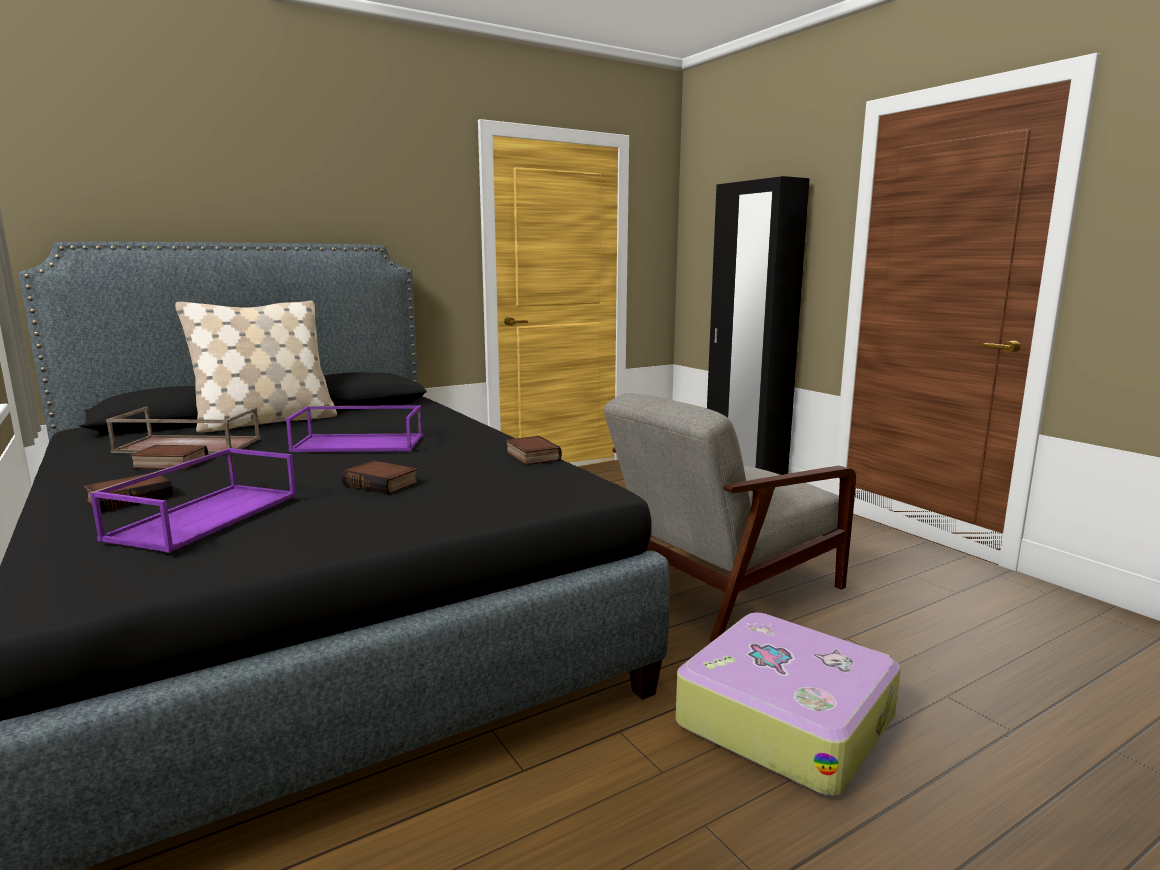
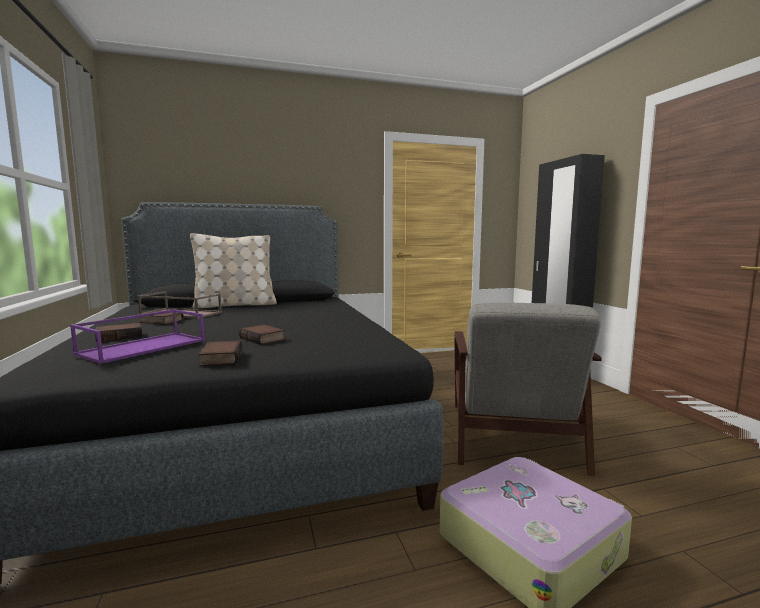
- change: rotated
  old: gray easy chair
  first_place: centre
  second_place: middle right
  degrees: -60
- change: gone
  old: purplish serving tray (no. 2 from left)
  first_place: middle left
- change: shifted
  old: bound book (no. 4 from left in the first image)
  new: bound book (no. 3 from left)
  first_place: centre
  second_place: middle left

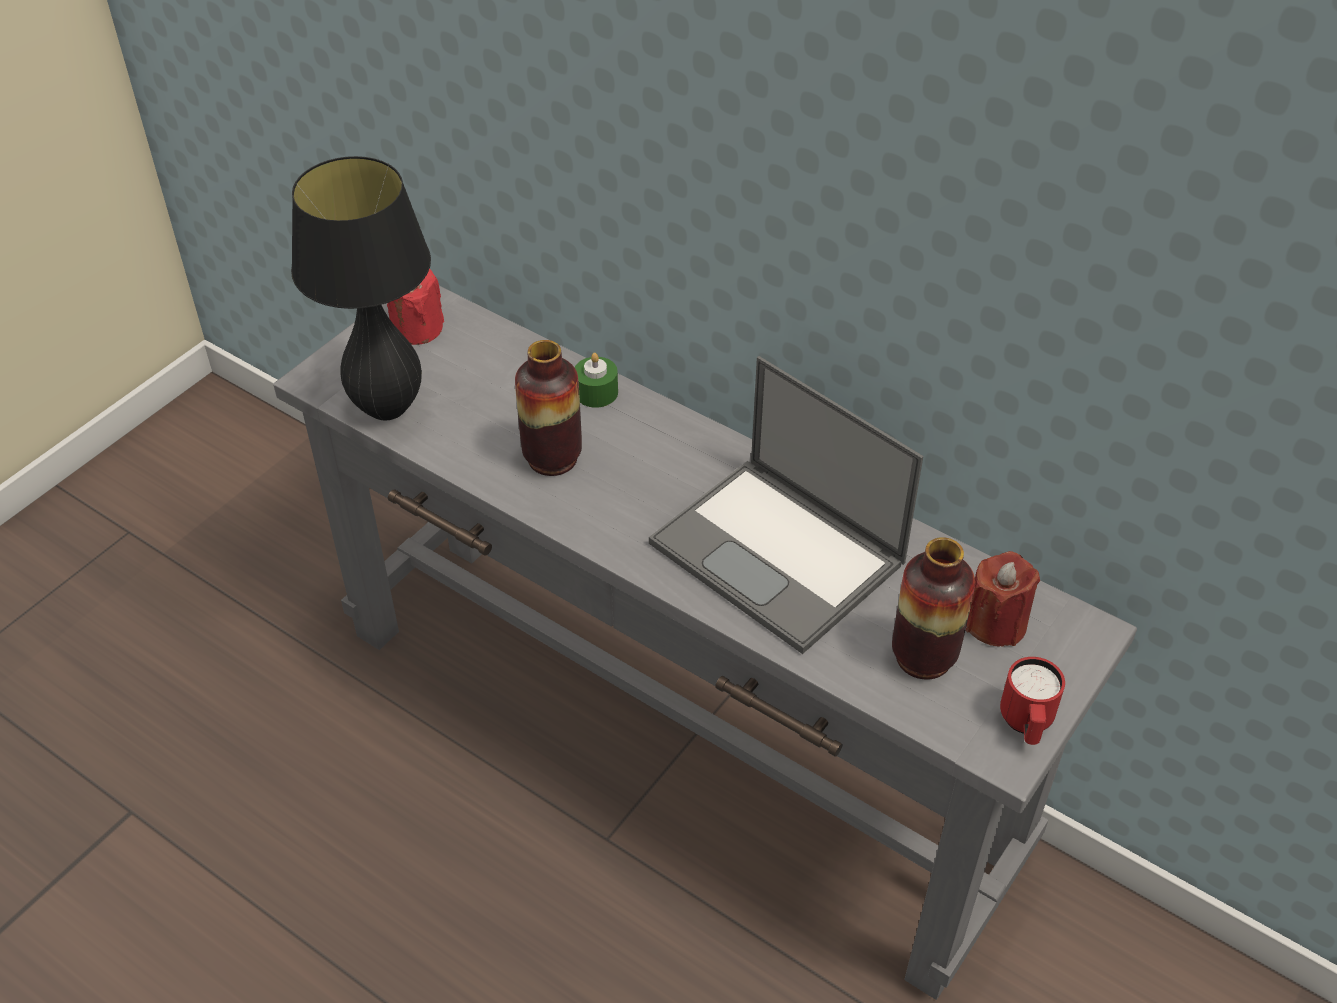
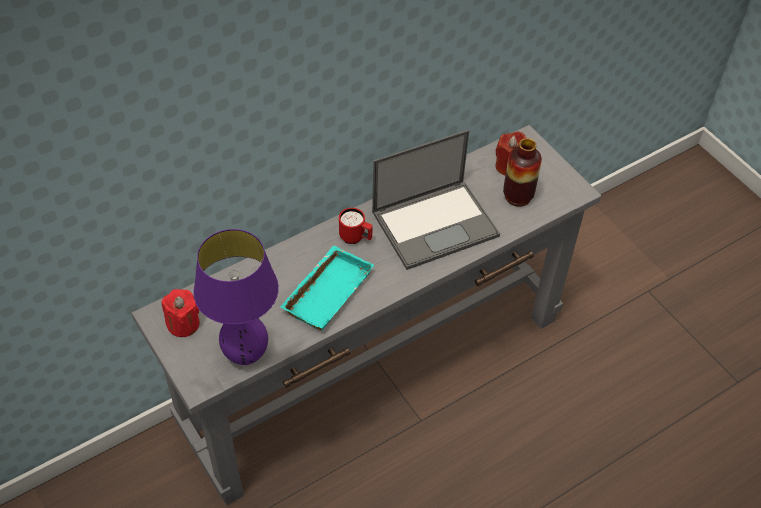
- change: repainted
  old: black-coloured table lamp
  new: purplish table lamp
  first_place: top left
  second_place: middle left
- change: swapped
  old: decorative vase (no. 1 from left)
  new: turquoise-coloured serving tray
  first_place: centre
  second_place: centre
- change: gone
  old: green candle
  first_place: centre
- change: shifted
  old: red tea mug
  first_place: bottom right
  second_place: centre

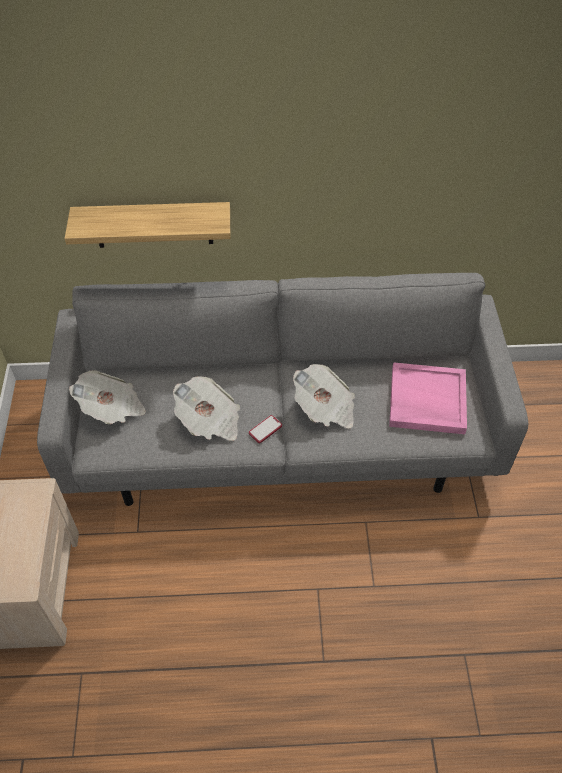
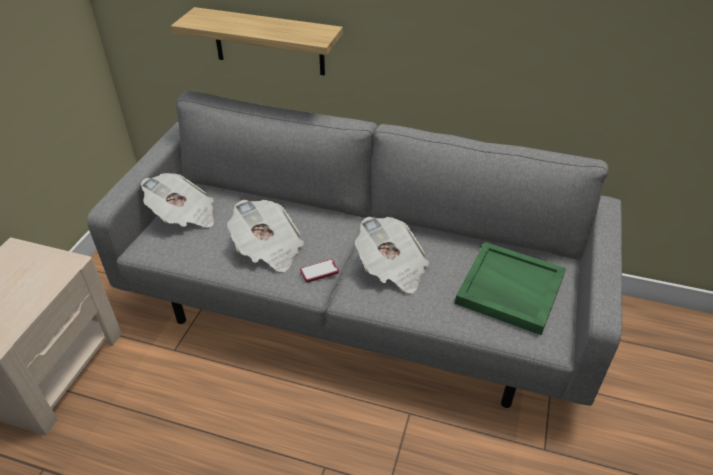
- change: repainted
  old: pink serving tray
  new: green serving tray
  first_place: middle right
  second_place: middle right

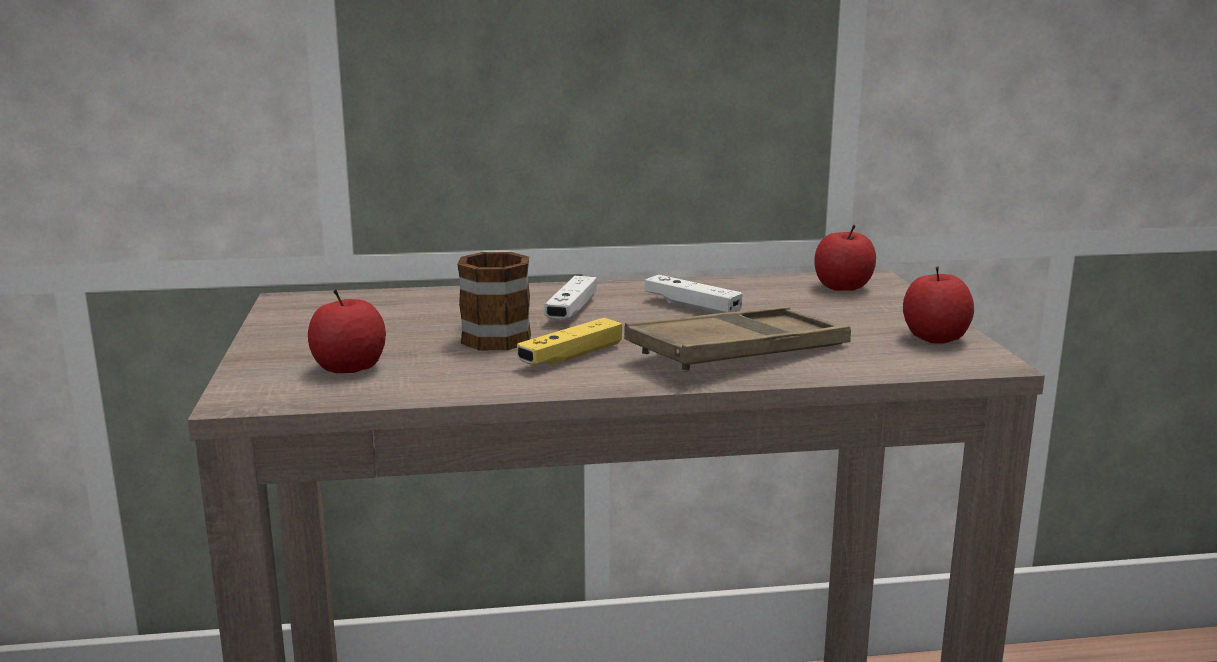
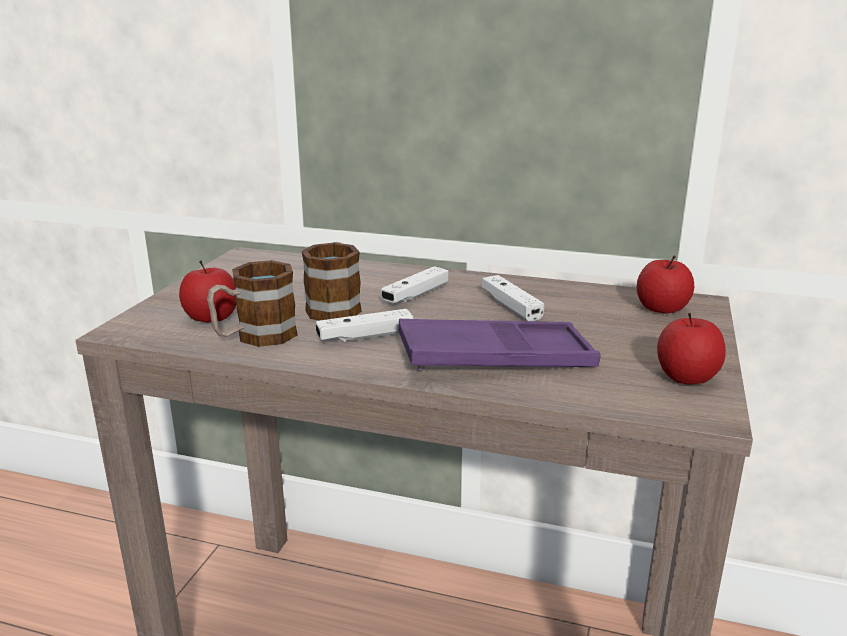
- change: repainted
  old: brown serving tray
  new: purplish serving tray
  first_place: centre
  second_place: centre
- change: repainted
  old: yellow joypad
  new: whitish joypad (no. 1 from left)
  first_place: centre
  second_place: centre
- change: new
  new: tea mug (no. 1 from left)
  second_place: middle left

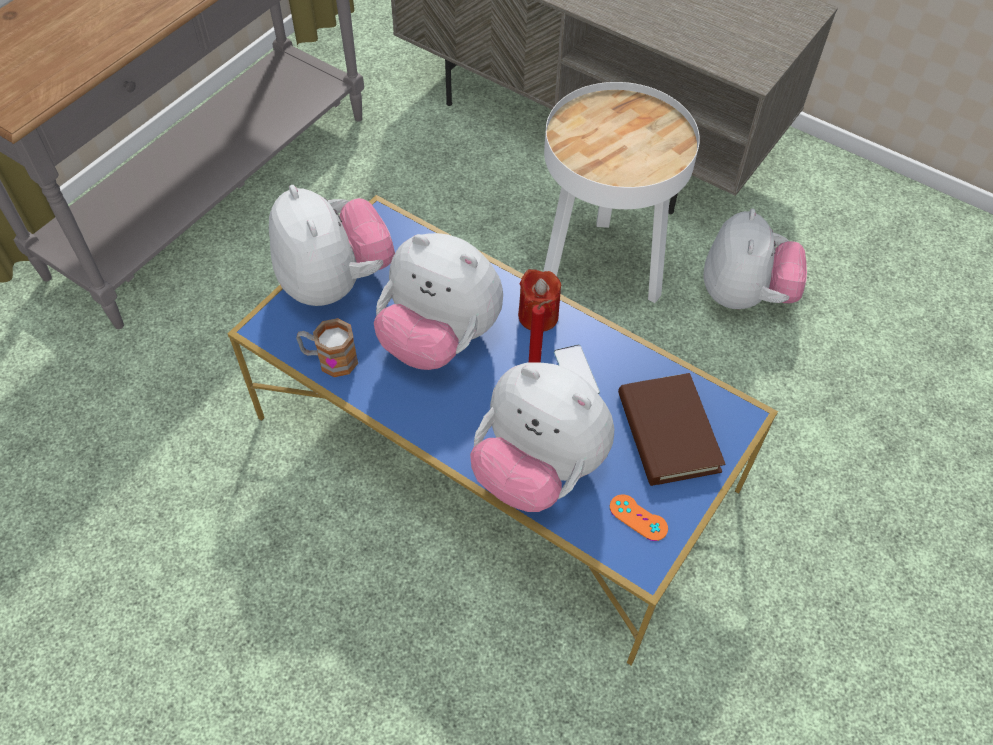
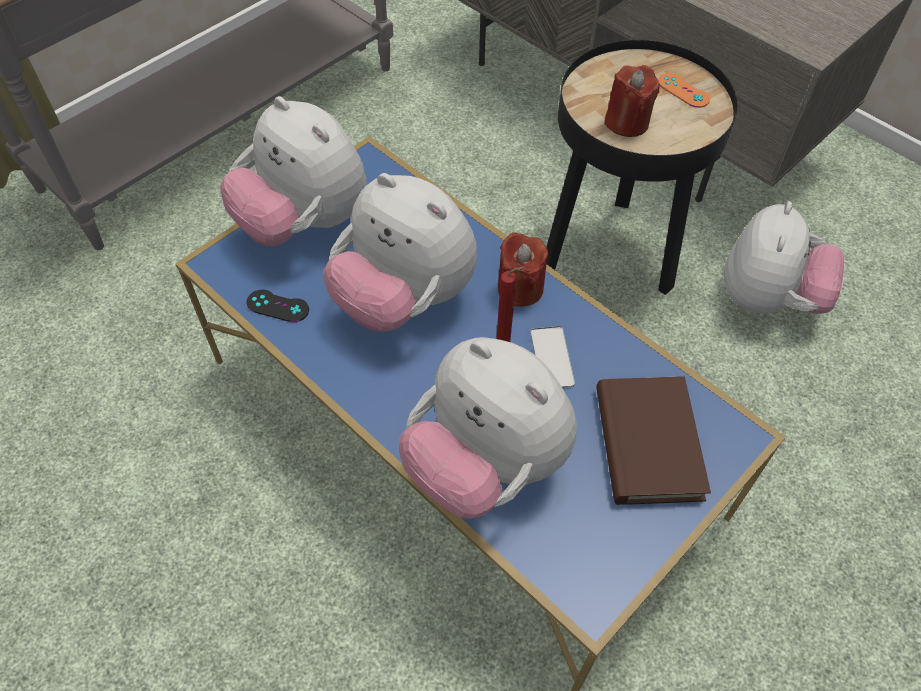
- change: repainted
  old: whitish accent table
  new: black-coloured accent table
  first_place: top centre
  second_place: top right
- change: rotated
  old: soft toy (no. 1 from left)
  first_place: top centre
  second_place: top left
  degrees: 150
- change: swapped
  old: tea mug
  new: black-coloured joypad
  first_place: middle left
  second_place: middle left
- change: shifted
  old: orangey joypad
  first_place: bottom centre
  second_place: top right
- change: new
  new: red candle (no. 3 from left)
  second_place: top right

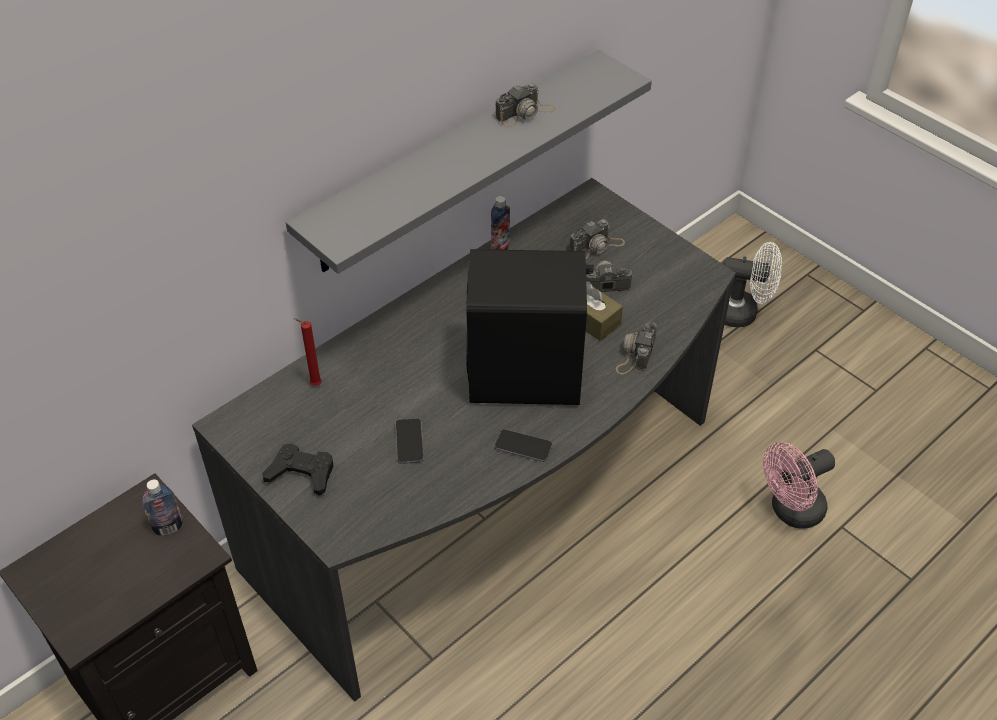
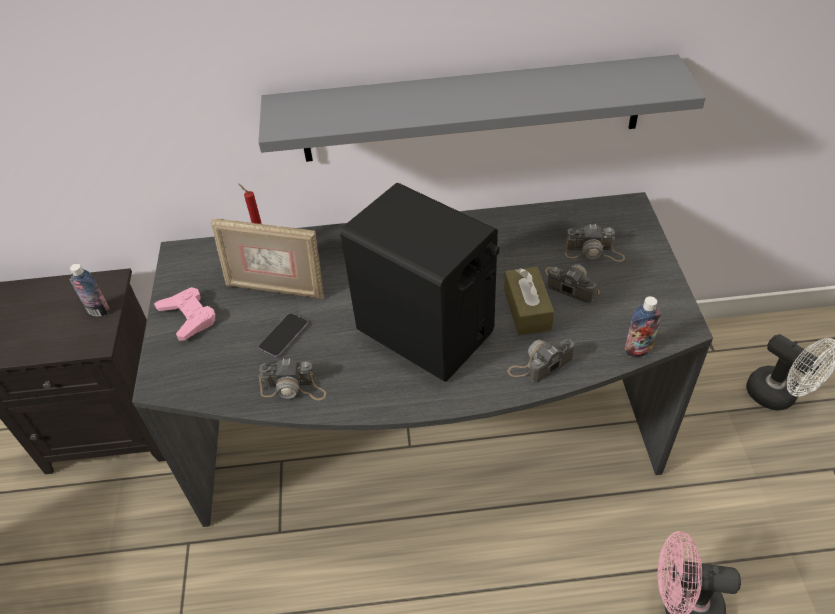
- change: shifted
  old: photo camera (no. 1 from left)
  first_place: top centre
  second_place: centre
- change: shifted
  old: drink bottle (no. 2 from left)
  first_place: top centre
  second_place: middle right
- change: gone
  old: telephone (no. 2 from left)
  first_place: centre
- change: repainted
  old: black-coloured joypad
  new: pink joypad
  first_place: middle left
  second_place: middle left
- change: new
  new: photo frame
  second_place: middle left

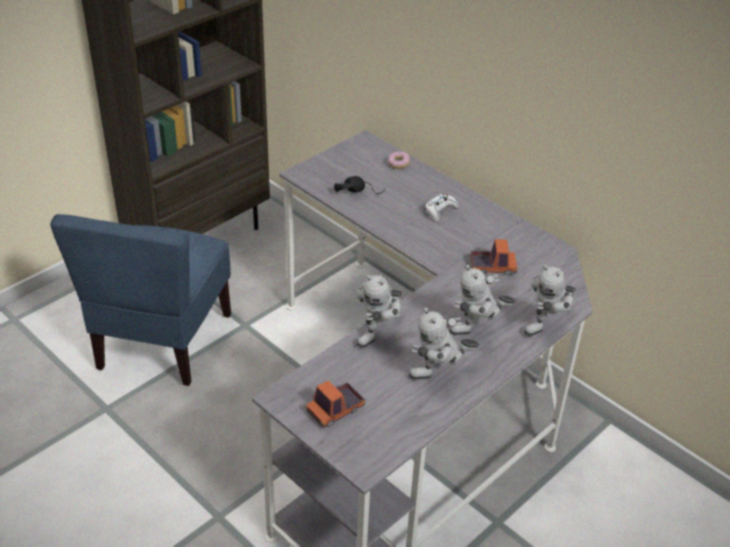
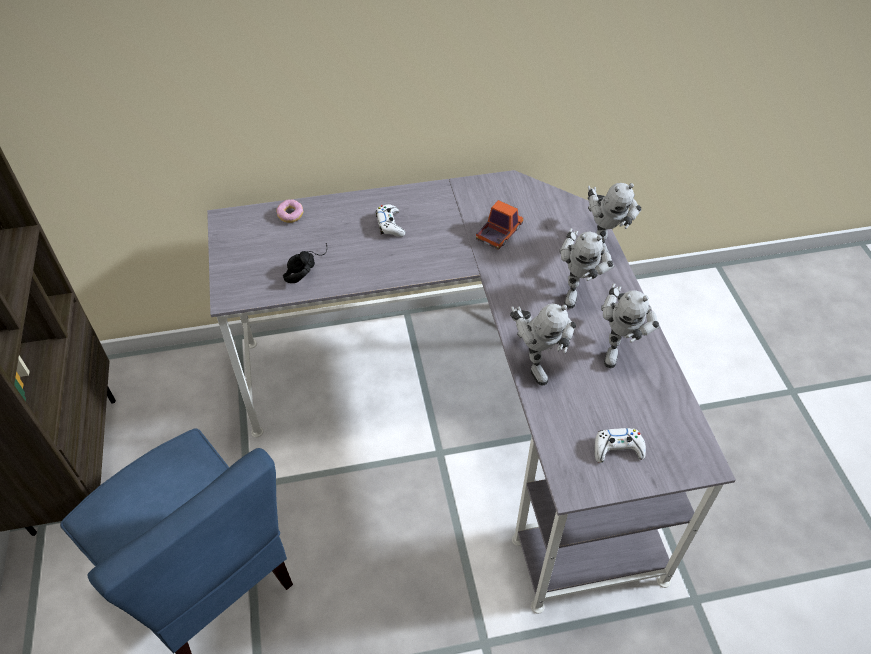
- change: swapped
  old: model truck (no. 1 from left)
  new: whitish joypad (no. 2 from left)
  first_place: bottom centre
  second_place: bottom right

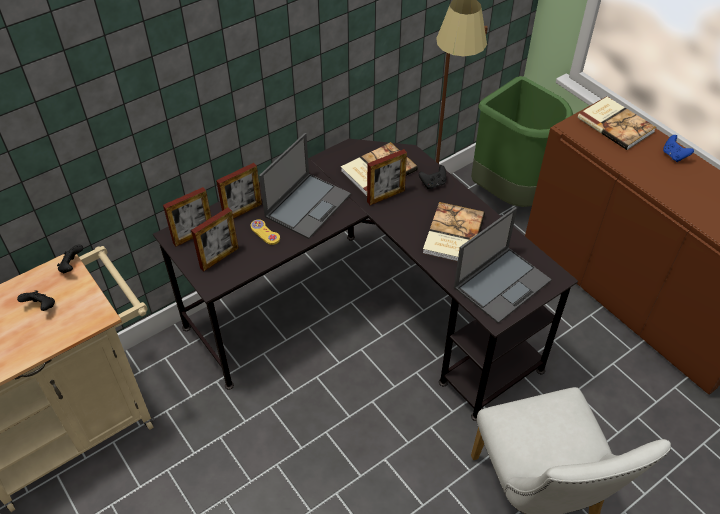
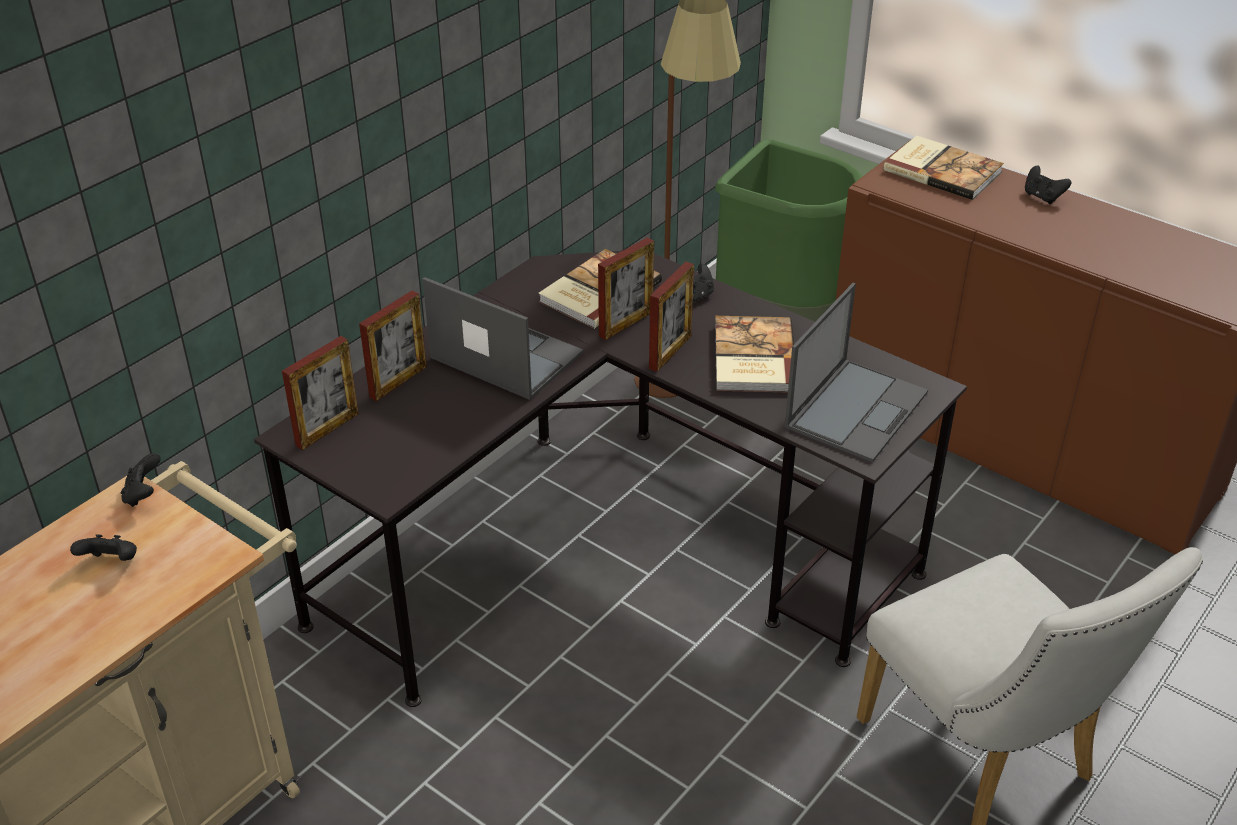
- change: rotated
  old: portable computer (no. 1 from left)
  first_place: centre
  second_place: centre
  degrees: -75
- change: repainted
  old: blue joypad
  new: black-coloured joypad (no. 4 from left)
  first_place: top right
  second_place: top right
- change: shifted
  old: photo frame (no. 2 from left in the first image)
  new: photo frame (no. 4 from left)
  first_place: middle left
  second_place: centre
- change: gone
  old: yellow joypad
  first_place: centre

